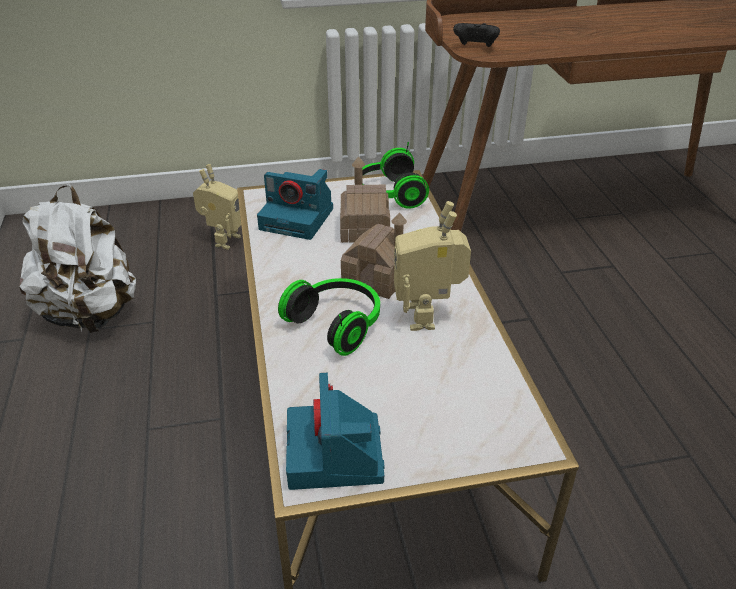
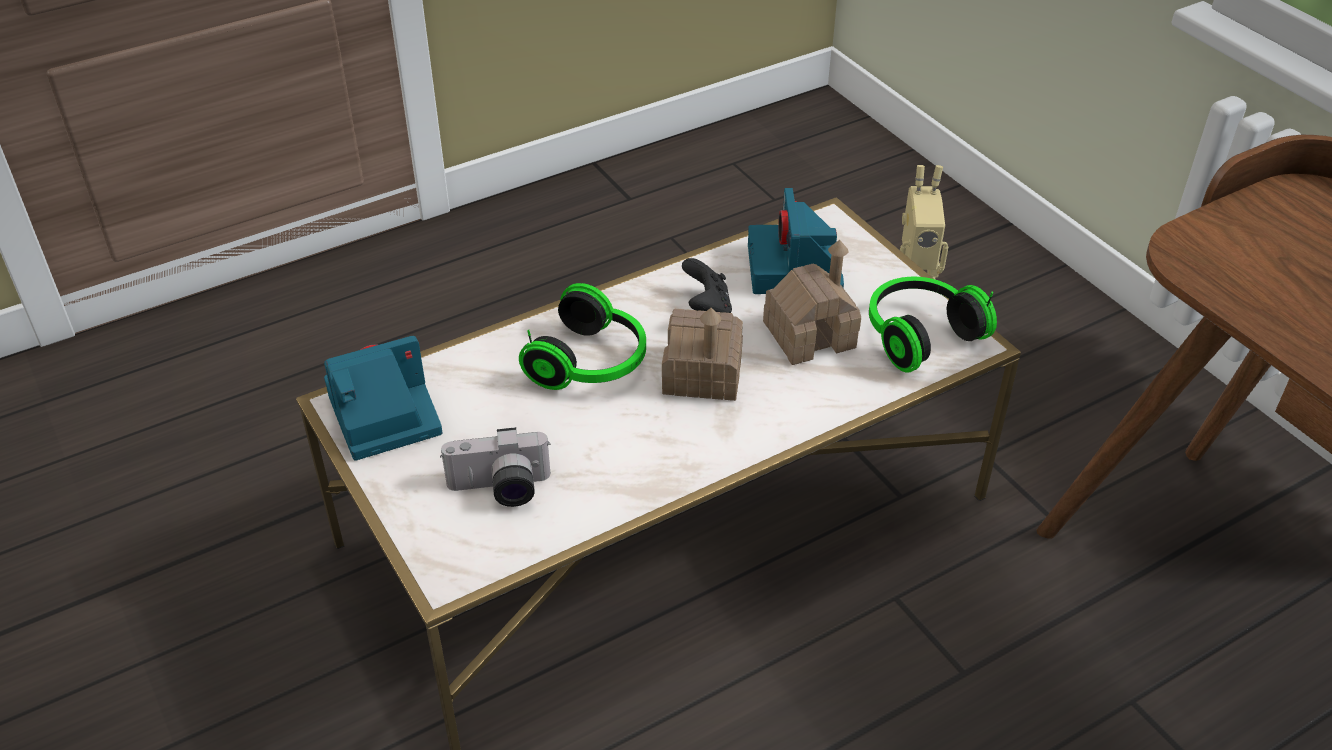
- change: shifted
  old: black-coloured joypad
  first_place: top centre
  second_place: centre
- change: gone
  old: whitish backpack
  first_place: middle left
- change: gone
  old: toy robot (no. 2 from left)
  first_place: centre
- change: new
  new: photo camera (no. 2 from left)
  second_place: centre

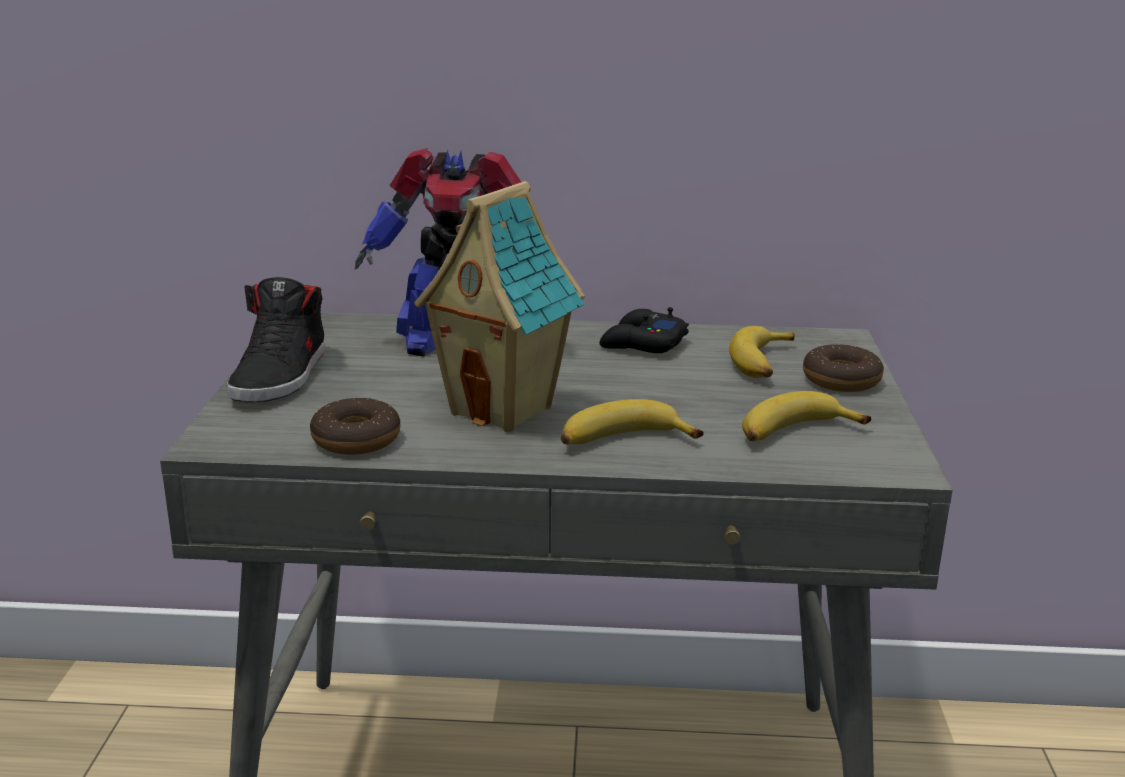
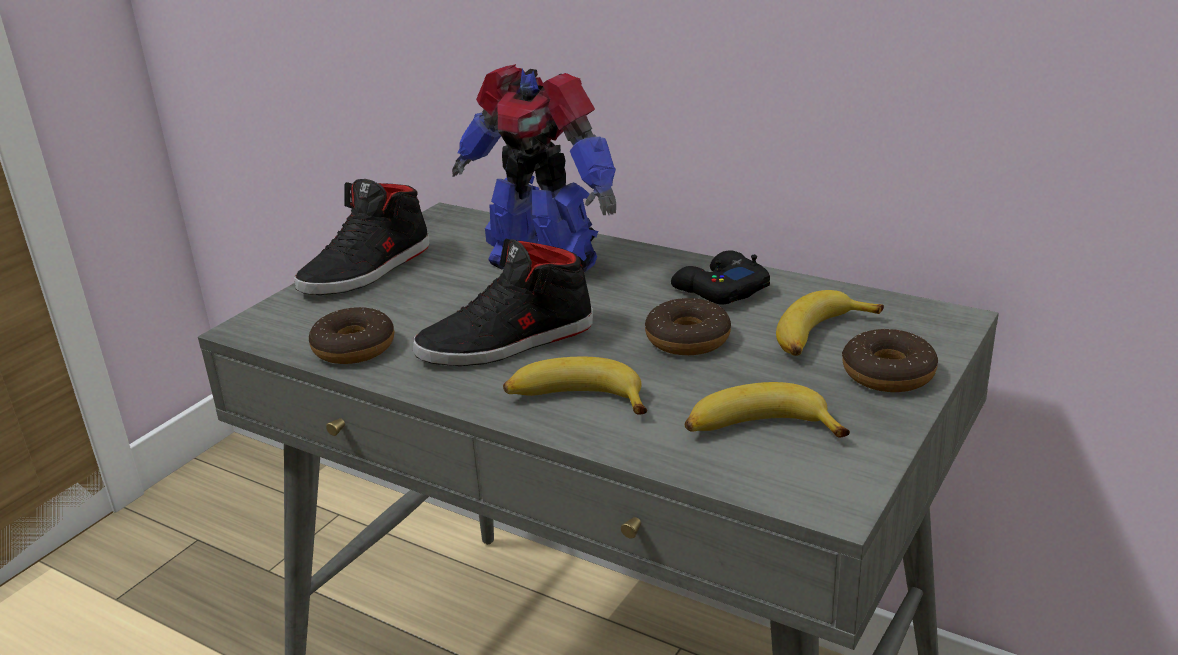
- change: swapped
  old: miniature house
  new: black-coloured item of footwear (no. 2 from left)
  first_place: centre
  second_place: centre
- change: new
  new: donut (no. 2 from left)
  second_place: centre

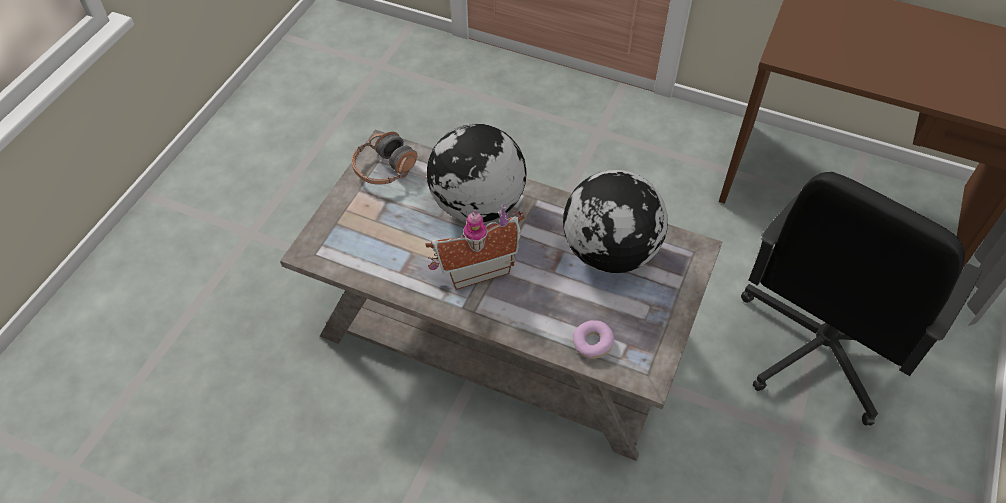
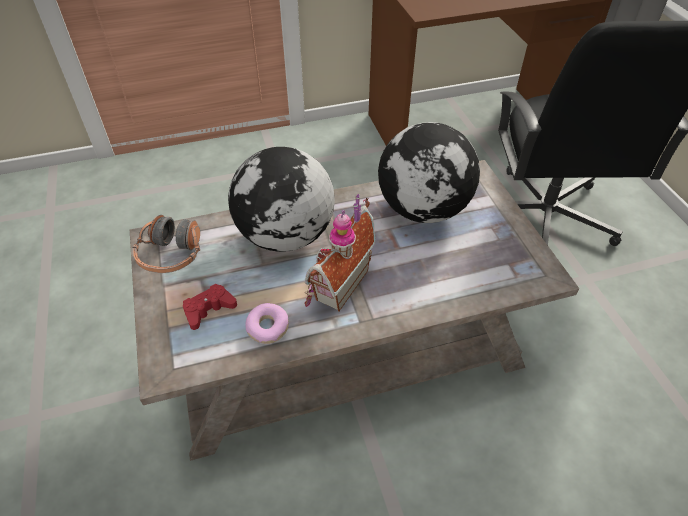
- change: shifted
  old: donut
  first_place: bottom centre
  second_place: centre
- change: new
  new: red joypad
  second_place: middle left

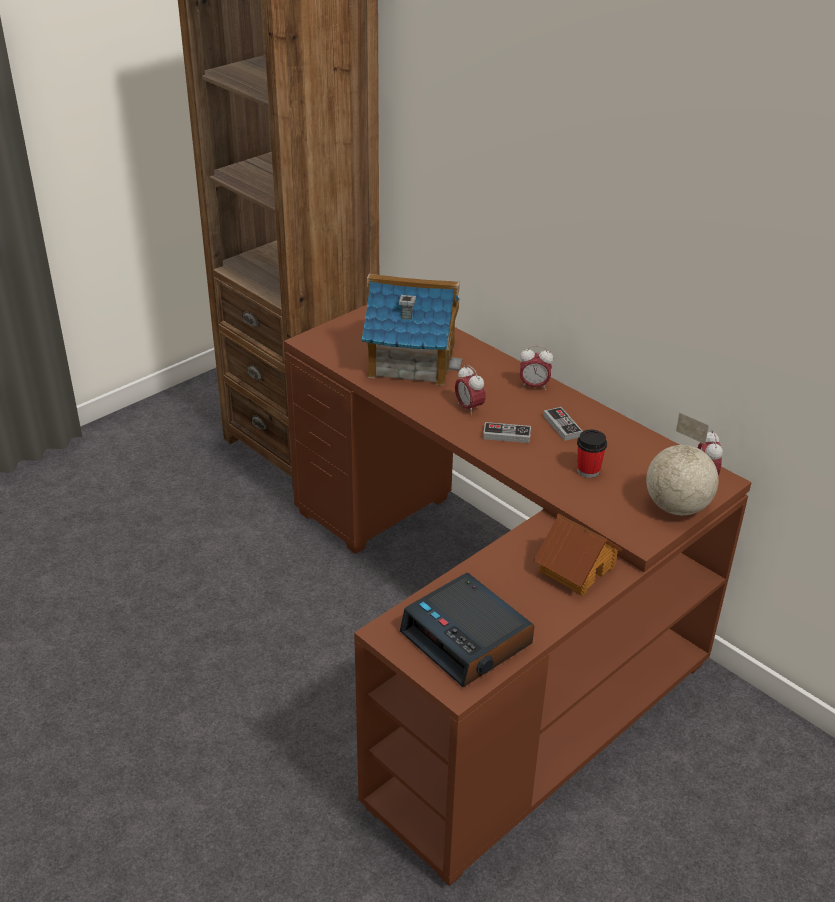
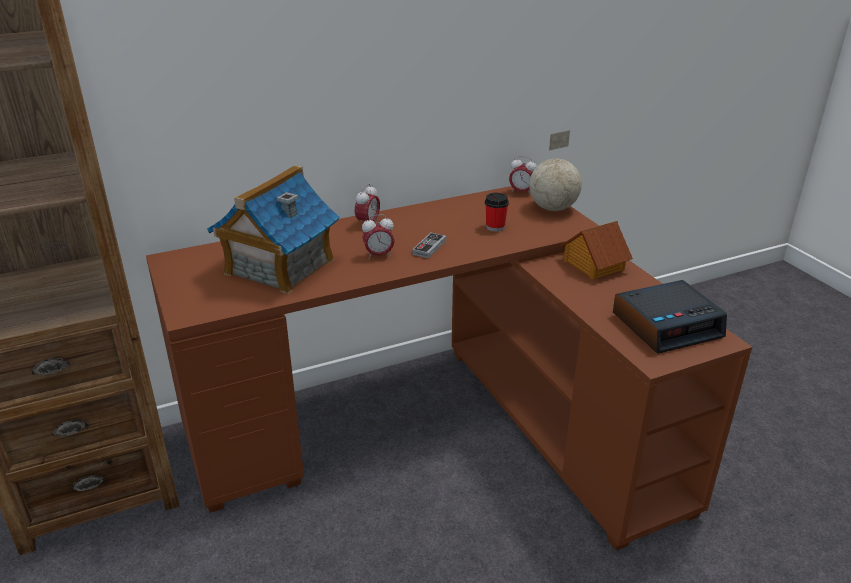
- change: gone
  old: joypad (no. 2 from left)
  first_place: middle right

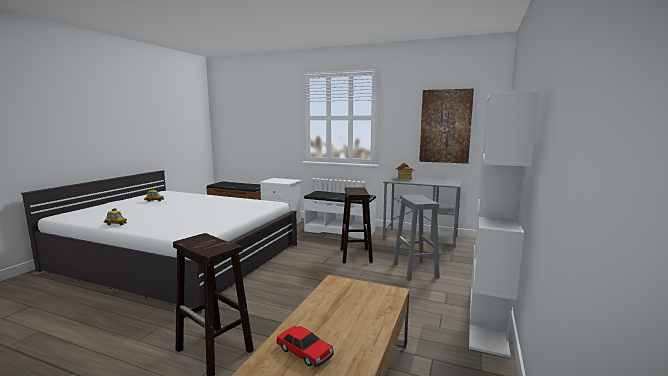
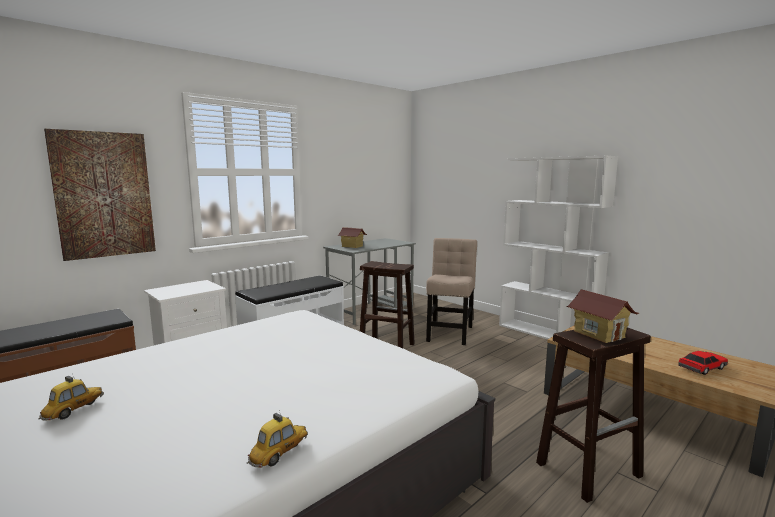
- change: shifted
  old: wall picture
  first_place: middle right
  second_place: middle left
- change: swapped
  old: gray sitting stool
  new: sand-coloured plain chair
  first_place: centre
  second_place: centre
- change: new
  new: miniature house (no. 2 from left)
  second_place: middle right

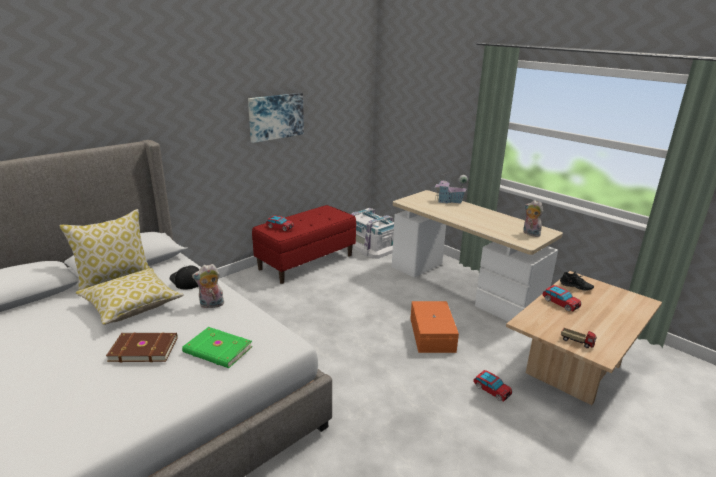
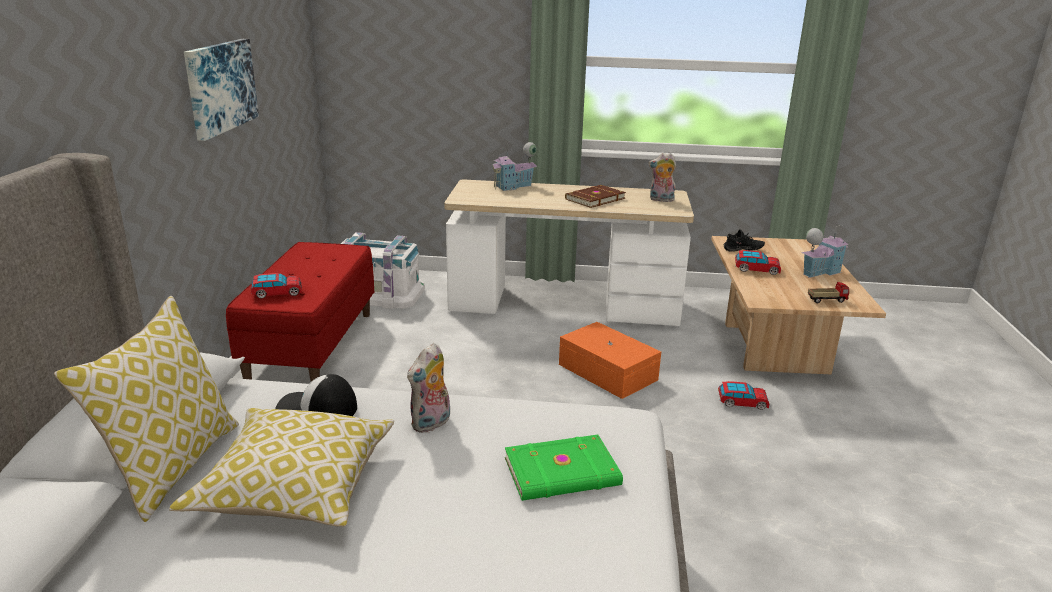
- change: shifted
  old: brown bound book
  first_place: bottom left
  second_place: top centre
- change: new
  new: miniature house (no. 2 from left)
  second_place: middle right

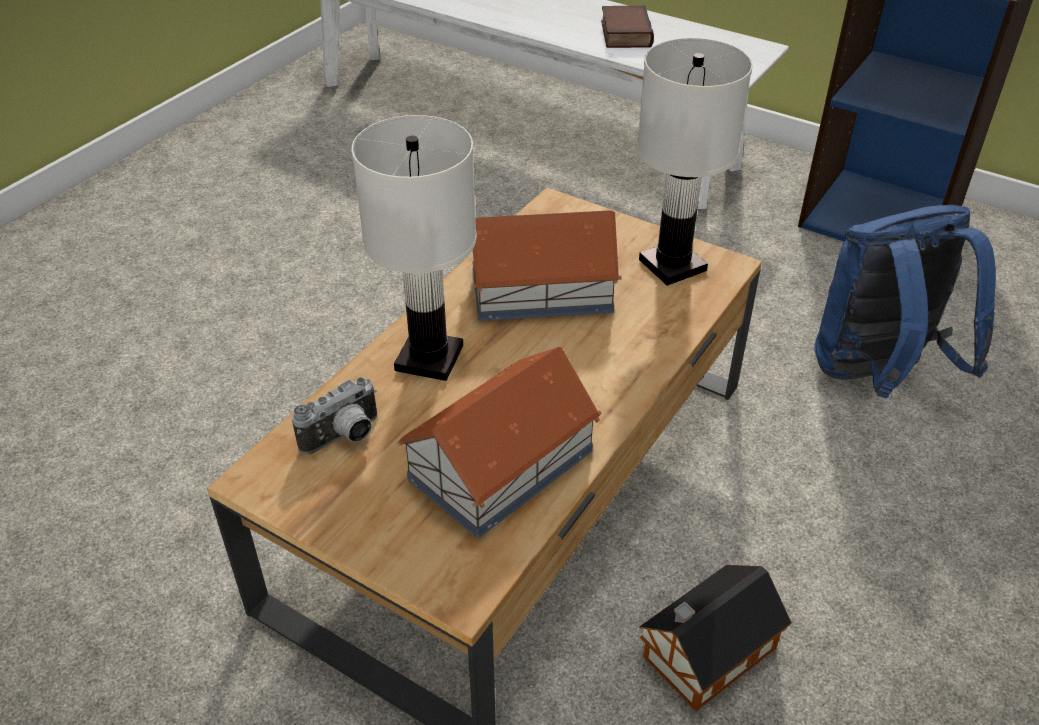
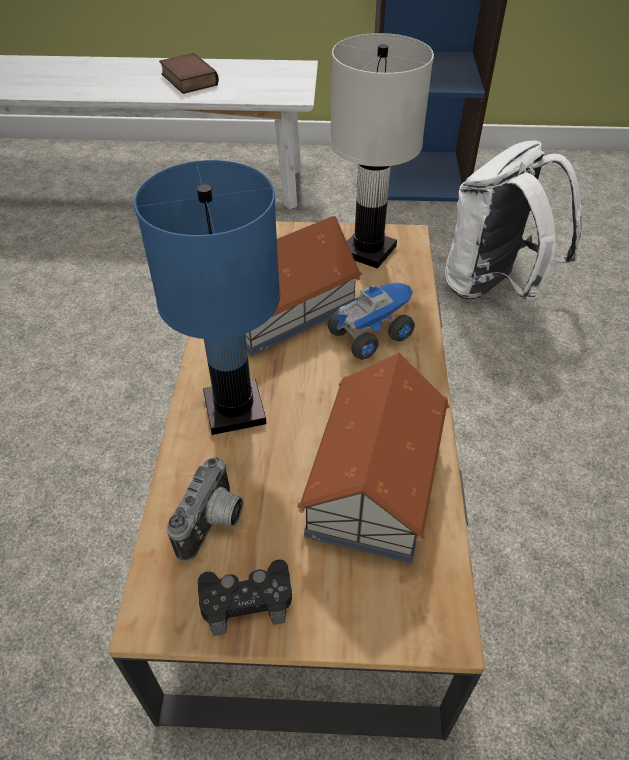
- change: repainted
  old: whitish table lamp (no. 1 from left)
  new: blue table lamp
  first_place: centre
  second_place: middle left
- change: repainted
  old: blue backpack
  new: whitish backpack
  first_place: middle right
  second_place: top right
- change: gone
  old: miniature house (no. 3 from left)
  first_place: bottom right
- change: new
  new: model truck
  second_place: centre
- change: new
  new: black-coloured joypad
  second_place: bottom centre

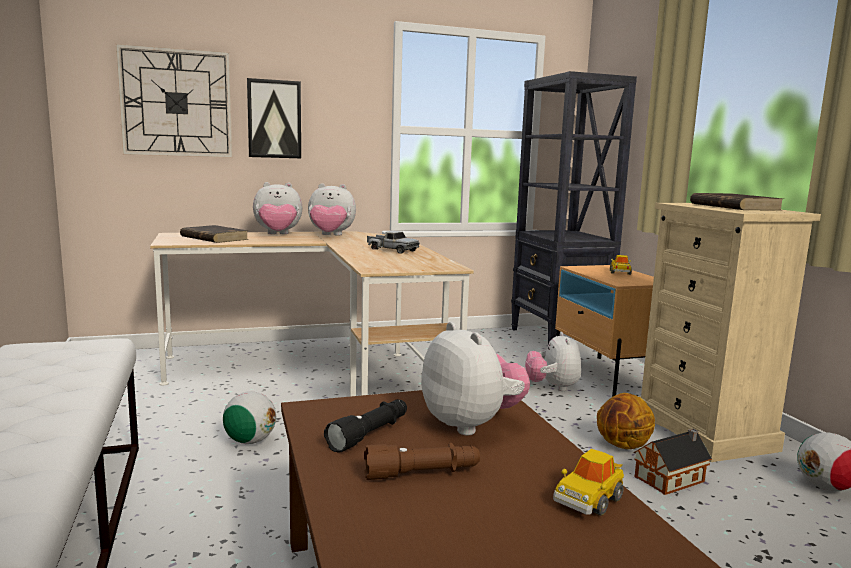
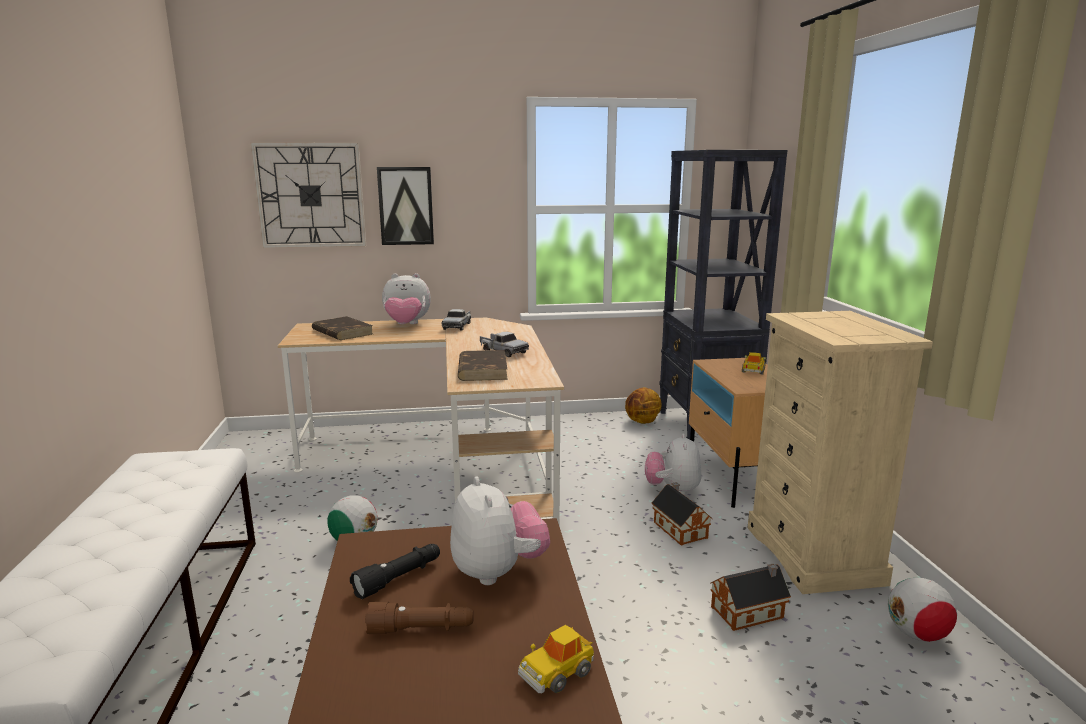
- change: swapped
  old: soft toy (no. 2 from left)
  new: model truck (no. 1 from left)
  first_place: centre
  second_place: centre
- change: shifted
  old: brown bound book (no. 2 from left)
  first_place: middle right
  second_place: centre
- change: shifted
  old: ball for basketball
  first_place: bottom right
  second_place: centre
- change: new
  new: miniature house (no. 1 from left)
  second_place: bottom centre

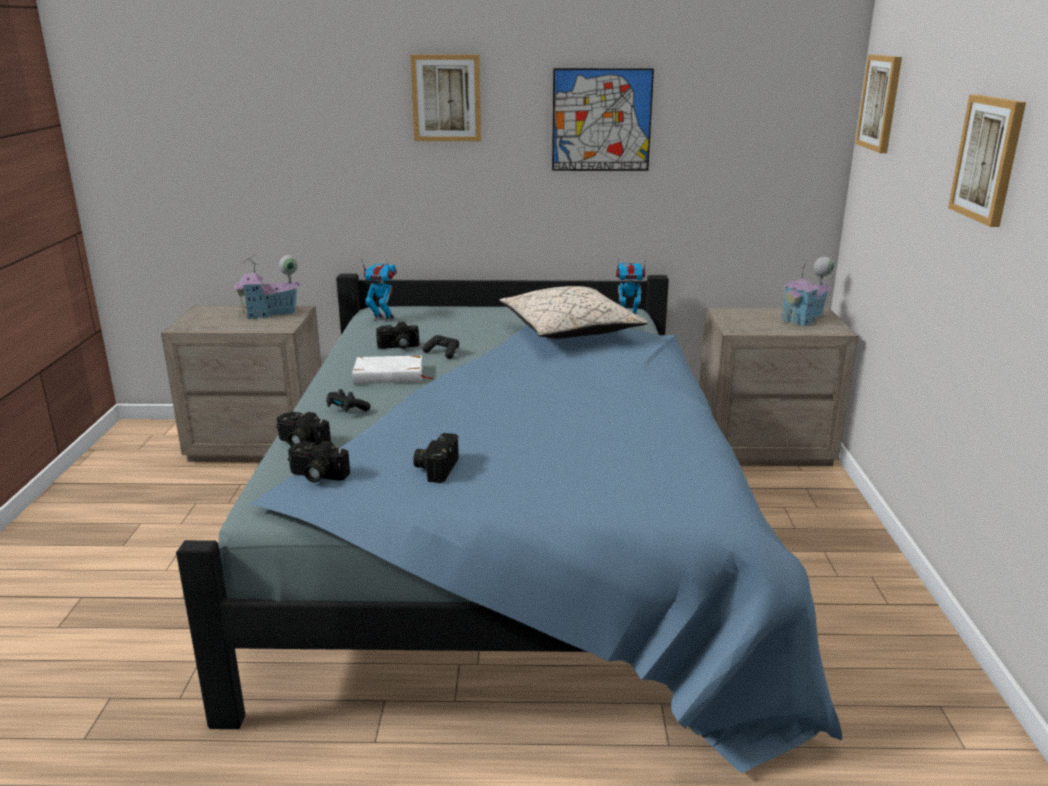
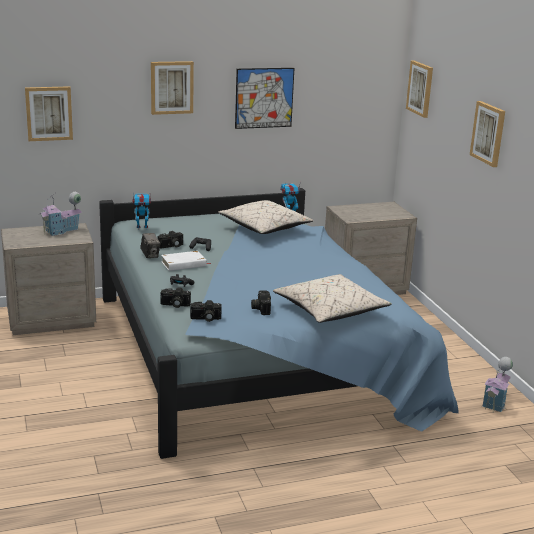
- change: shifted
  old: miniature house (no. 2 from left)
  first_place: middle right
  second_place: bottom right
- change: new
  new: wall picture (no. 1 from left)
  second_place: top left
- change: new
  new: photo camera (no. 1 from left)
  second_place: middle left
- change: new
  new: sand-coloured cushion (no. 2 from left)
  second_place: centre

